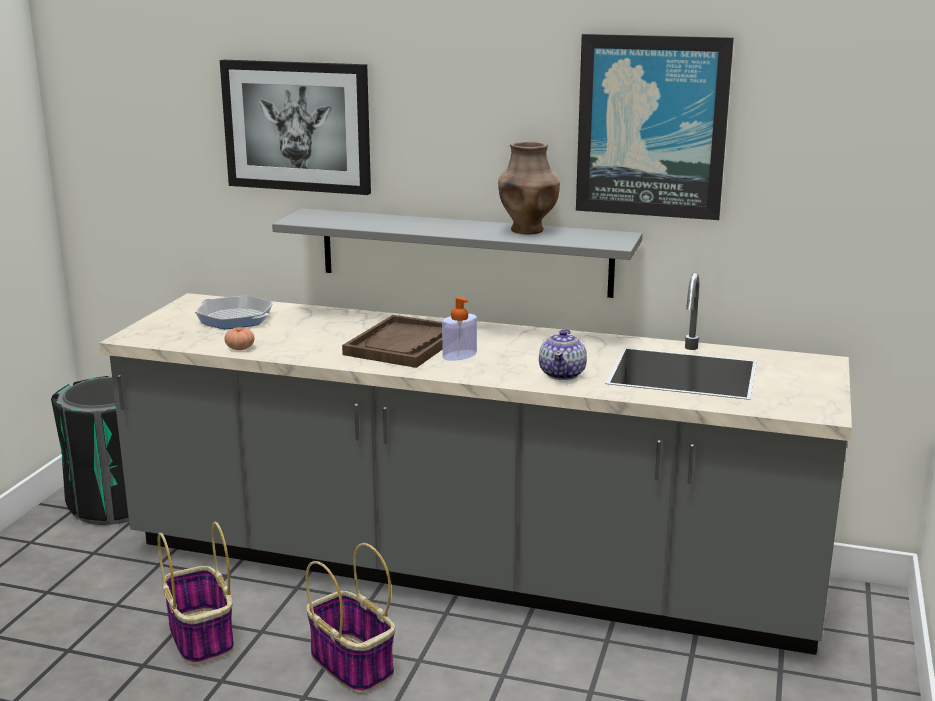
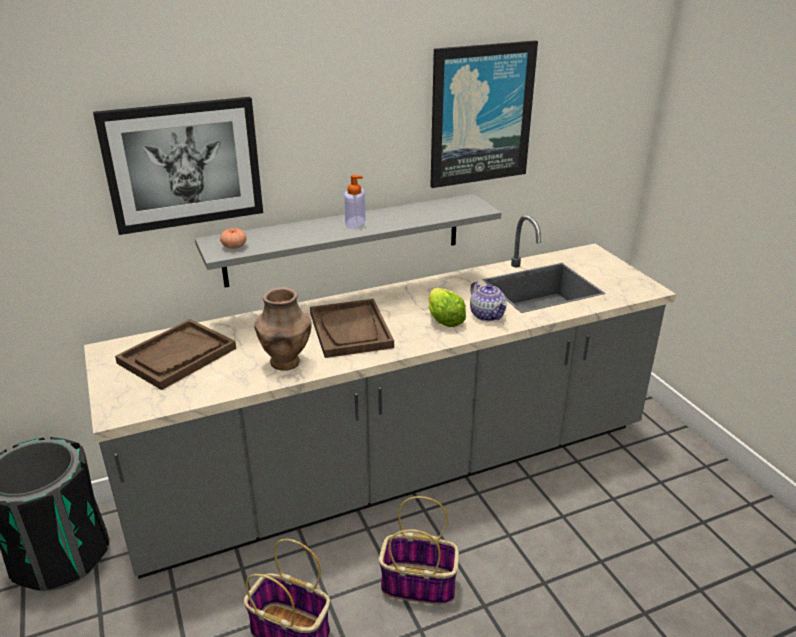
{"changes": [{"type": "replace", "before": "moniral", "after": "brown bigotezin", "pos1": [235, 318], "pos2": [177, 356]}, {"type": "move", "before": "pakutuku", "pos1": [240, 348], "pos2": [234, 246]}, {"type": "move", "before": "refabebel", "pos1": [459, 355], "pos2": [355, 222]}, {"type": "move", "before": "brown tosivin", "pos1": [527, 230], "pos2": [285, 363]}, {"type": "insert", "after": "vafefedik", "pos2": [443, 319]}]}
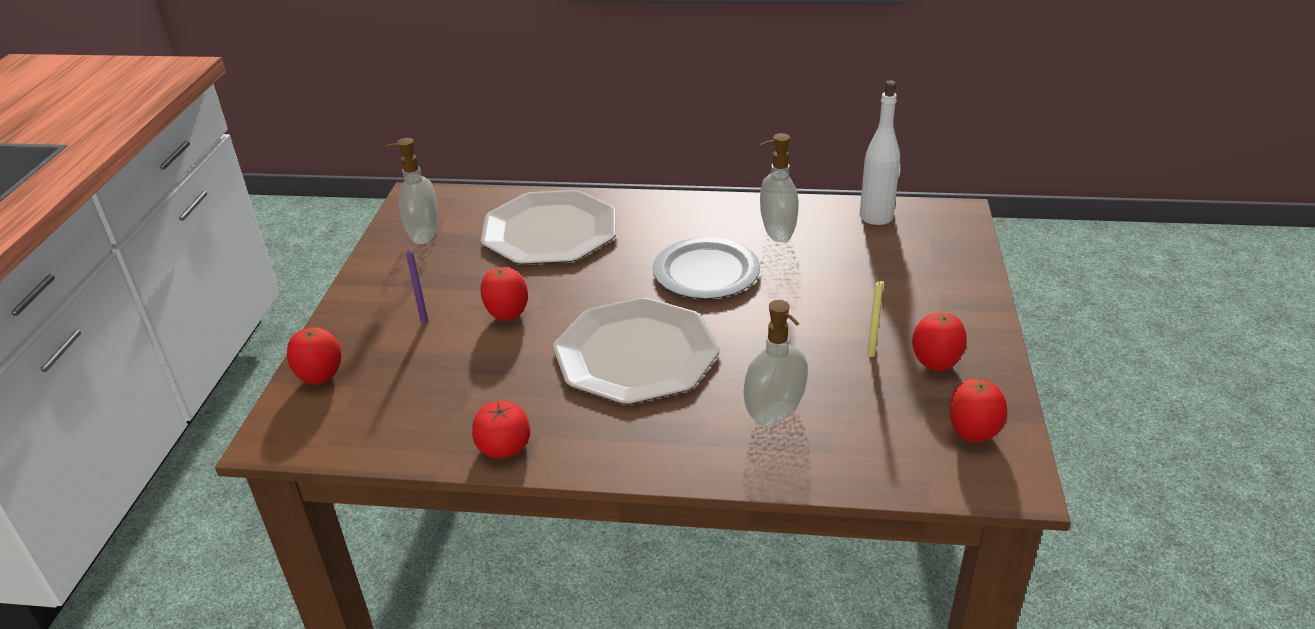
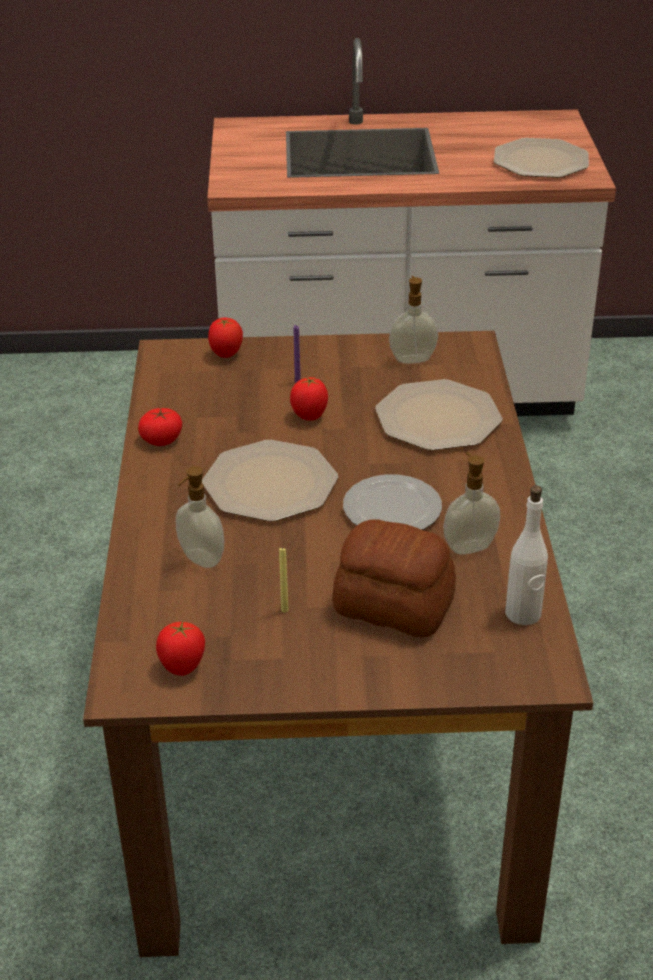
{"changes": [{"type": "delete", "before": "pakutuku", "pos1": [936, 364]}, {"type": "insert", "after": "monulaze", "pos2": [394, 606]}, {"type": "insert", "after": "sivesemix", "pos2": [540, 160]}]}
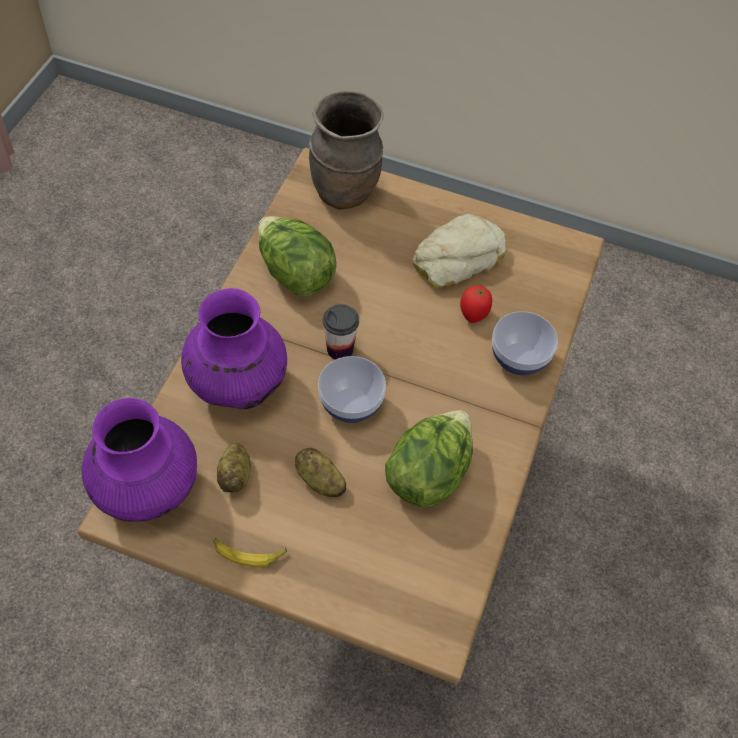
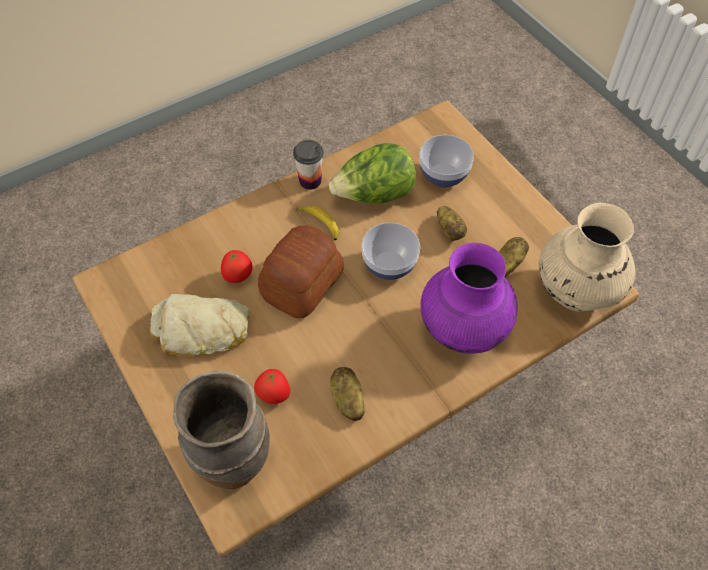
{"changes": [{"type": "recolor", "before": "purple tosivin", "after": "beige tosivin", "pos1": [147, 489], "pos2": [575, 291]}, {"type": "move", "before": "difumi", "pos1": [248, 553], "pos2": [320, 224]}, {"type": "replace", "before": "vafefedik", "after": "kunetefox", "pos1": [295, 274], "pos2": [347, 400]}, {"type": "move", "before": "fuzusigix", "pos1": [340, 349], "pos2": [310, 181]}, {"type": "move", "before": "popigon", "pos1": [519, 359], "pos2": [443, 176]}, {"type": "insert", "after": "pakutuku", "pos2": [273, 395]}, {"type": "insert", "after": "monulaze", "pos2": [301, 285]}]}
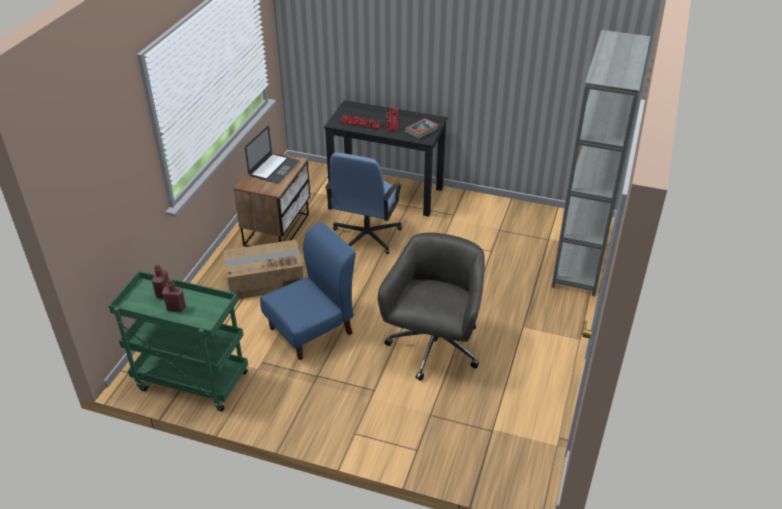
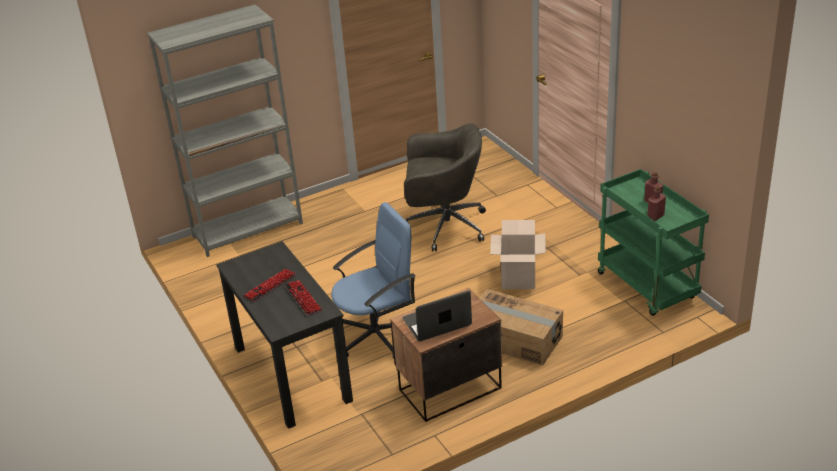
{"changes": [{"type": "replace", "before": "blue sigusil", "after": "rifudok", "pos1": [311, 331], "pos2": [518, 278]}, {"type": "rotate", "before": "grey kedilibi", "pos1": [433, 348], "pos2": [444, 226], "turn": -150}, {"type": "delete", "before": "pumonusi", "pos1": [421, 130]}]}
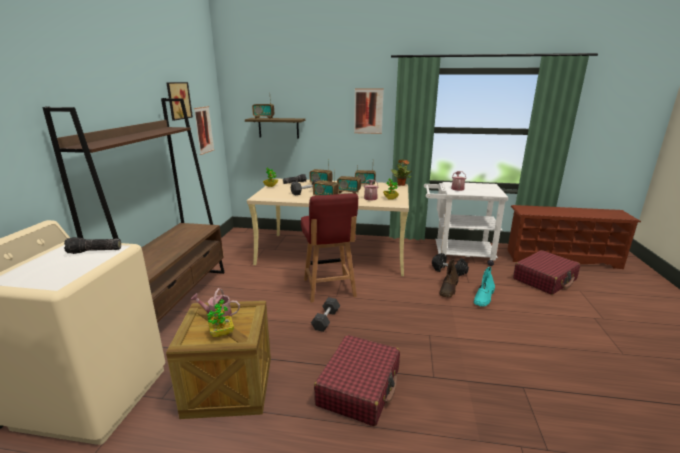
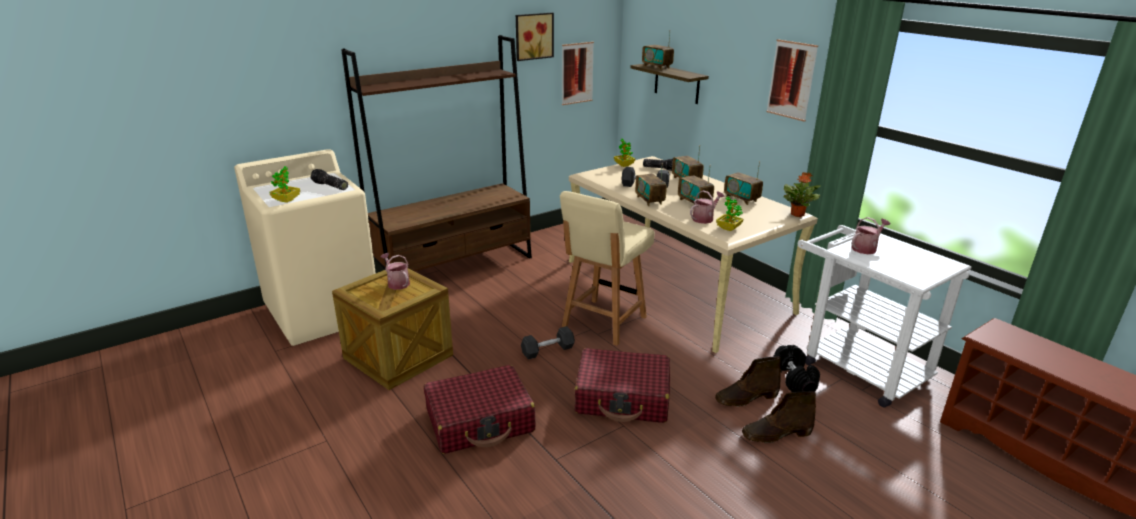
{"changes": [{"type": "move", "before": "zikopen", "pos1": [222, 333], "pos2": [286, 200]}, {"type": "recolor", "before": "red sigusil", "after": "beige sigusil", "pos1": [329, 288], "pos2": [603, 322]}, {"type": "recolor", "before": "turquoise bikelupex", "after": "brown bikelupex", "pos1": [483, 298], "pos2": [776, 434]}, {"type": "move", "before": "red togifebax", "pos1": [544, 279], "pos2": [623, 397]}]}
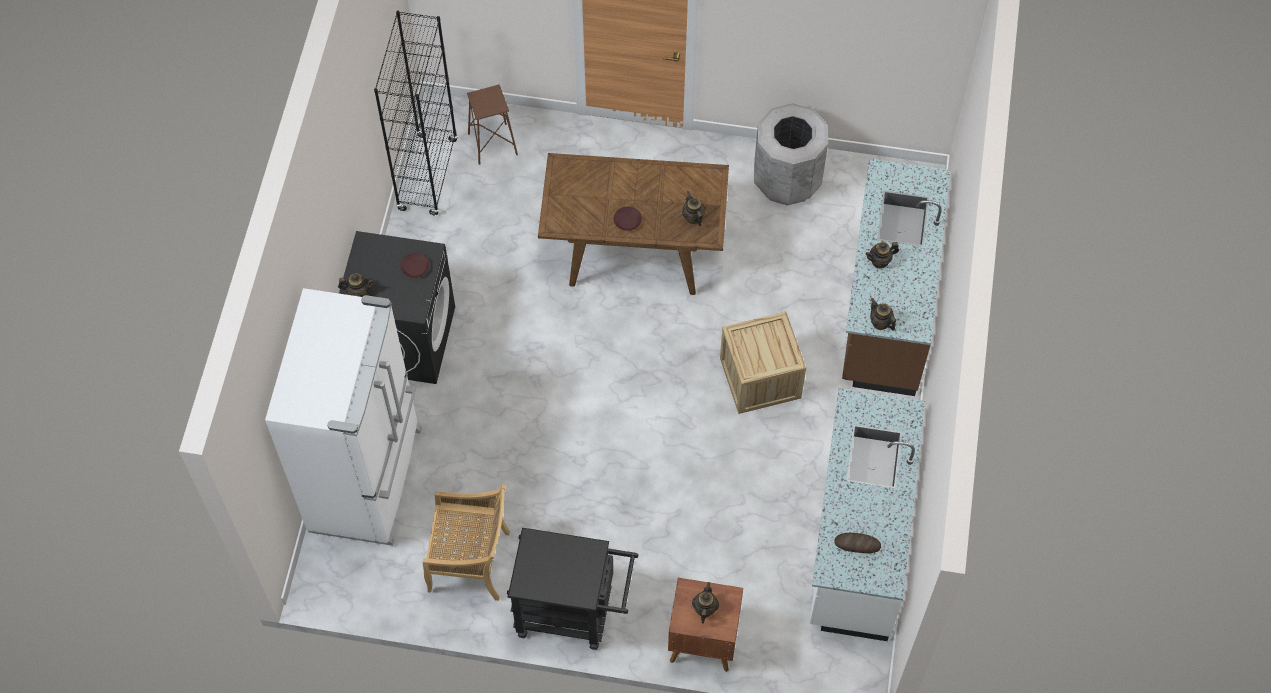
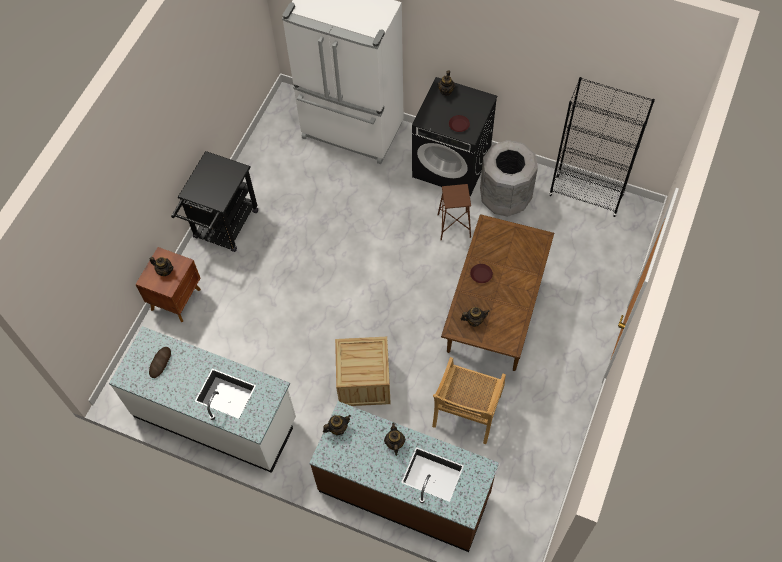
{"changes": [{"type": "move", "before": "beige sigusil", "pos1": [471, 562], "pos2": [466, 412]}, {"type": "move", "before": "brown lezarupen", "pos1": [492, 144], "pos2": [453, 226]}, {"type": "move", "before": "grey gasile", "pos1": [787, 180], "pos2": [504, 198]}]}
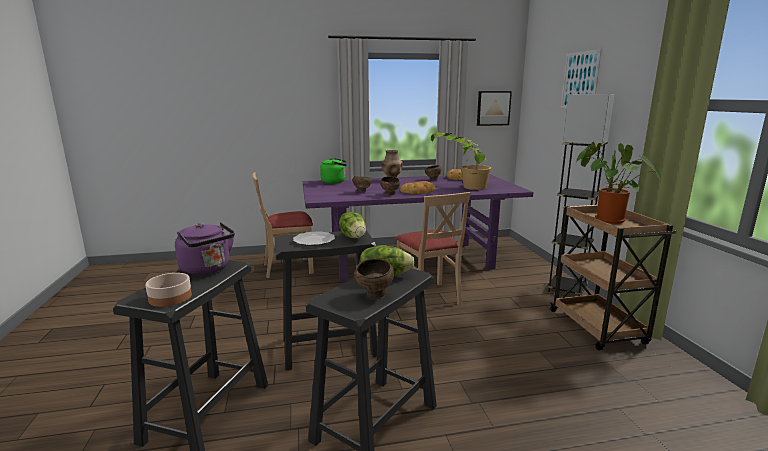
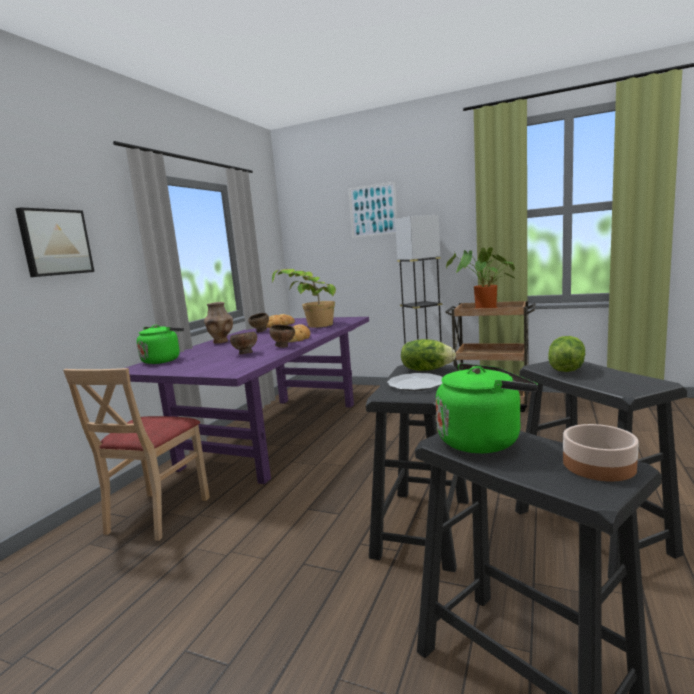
{"changes": [{"type": "recolor", "before": "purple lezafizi", "after": "green lezafizi", "pos1": [207, 269], "pos2": [483, 440]}, {"type": "delete", "before": "brown popigon", "pos1": [375, 295]}, {"type": "delete", "before": "beige sigusil", "pos1": [429, 296]}, {"type": "move", "before": "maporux", "pos1": [493, 108], "pos2": [55, 242]}]}
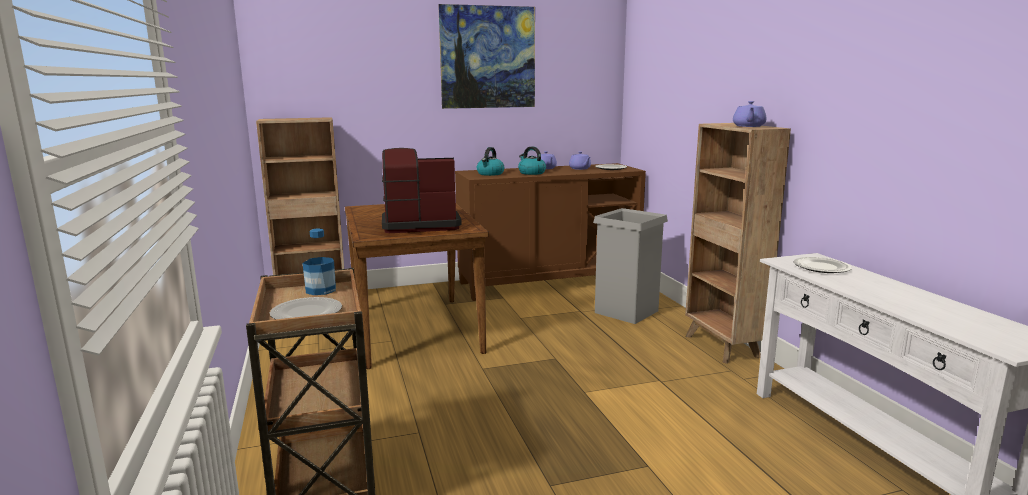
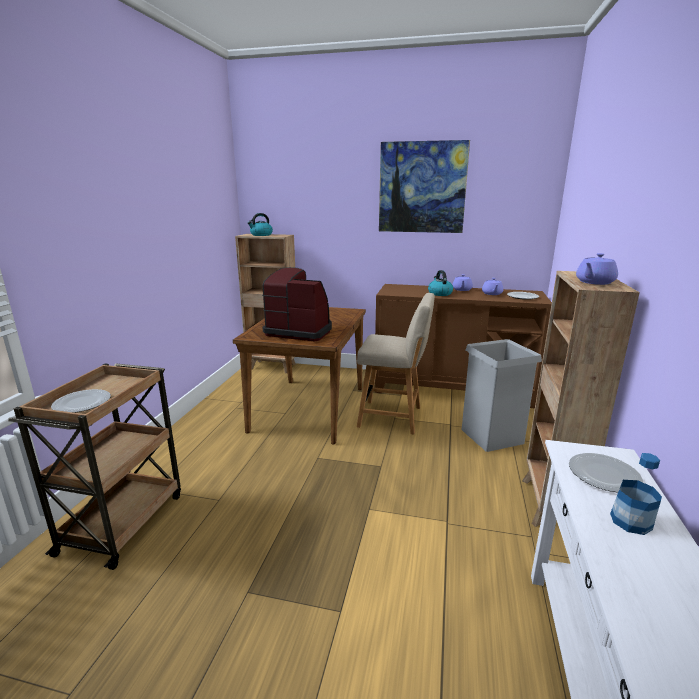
{"changes": [{"type": "move", "before": "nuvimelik", "pos1": [321, 290], "pos2": [630, 521]}, {"type": "move", "before": "lezafizi", "pos1": [490, 174], "pos2": [261, 235]}, {"type": "insert", "after": "beige sigusil", "pos2": [393, 417]}]}
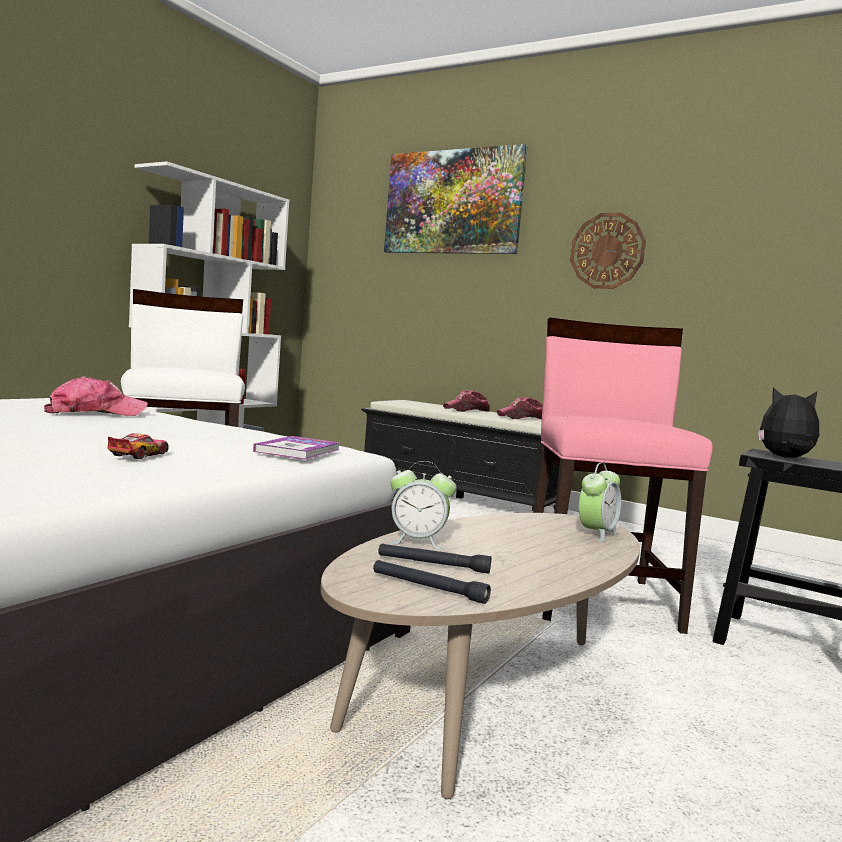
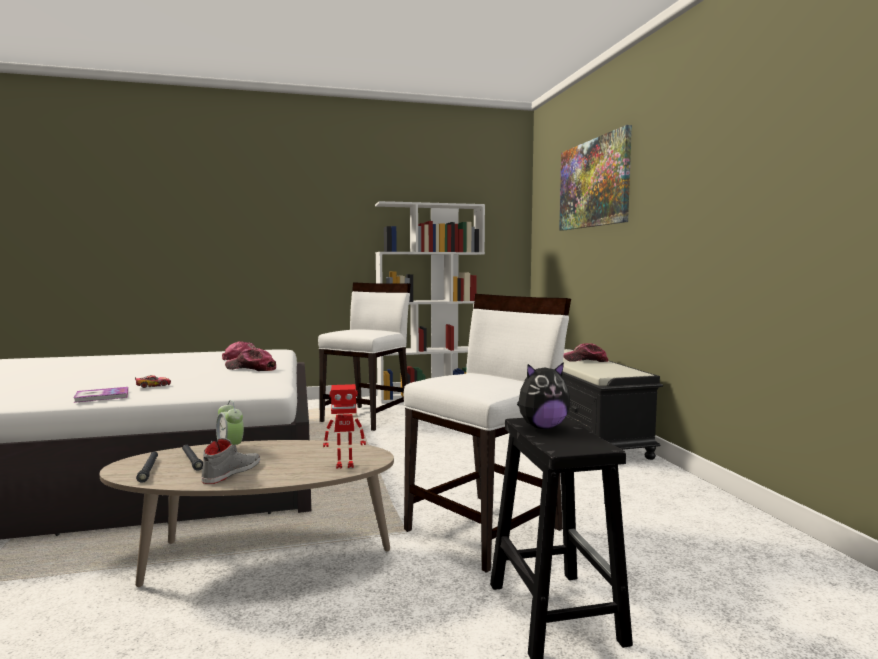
{"changes": [{"type": "move", "before": "pumonusi", "pos1": [298, 450], "pos2": [102, 396]}, {"type": "move", "before": "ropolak", "pos1": [522, 418], "pos2": [251, 368]}, {"type": "recolor", "before": "pink sigusil", "after": "white sigusil", "pos1": [599, 599], "pos2": [485, 529]}, {"type": "delete", "before": "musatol", "pos1": [607, 251]}, {"type": "replace", "before": "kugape", "after": "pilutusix", "pos1": [597, 534], "pos2": [345, 465]}, {"type": "rotate", "before": "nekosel", "pos1": [786, 458], "pos2": [542, 427], "turn": 105}, {"type": "insert", "after": "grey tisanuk", "pos2": [231, 472]}]}
